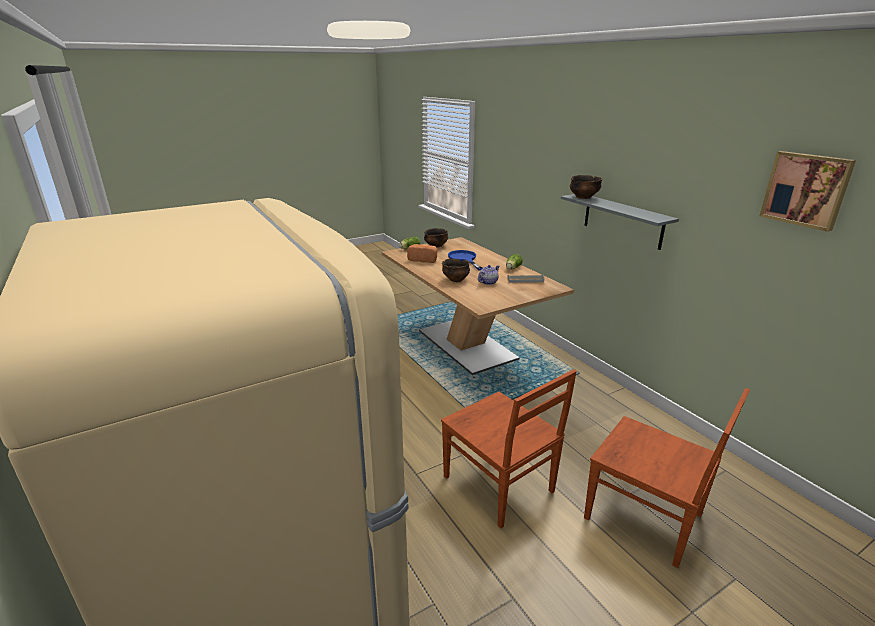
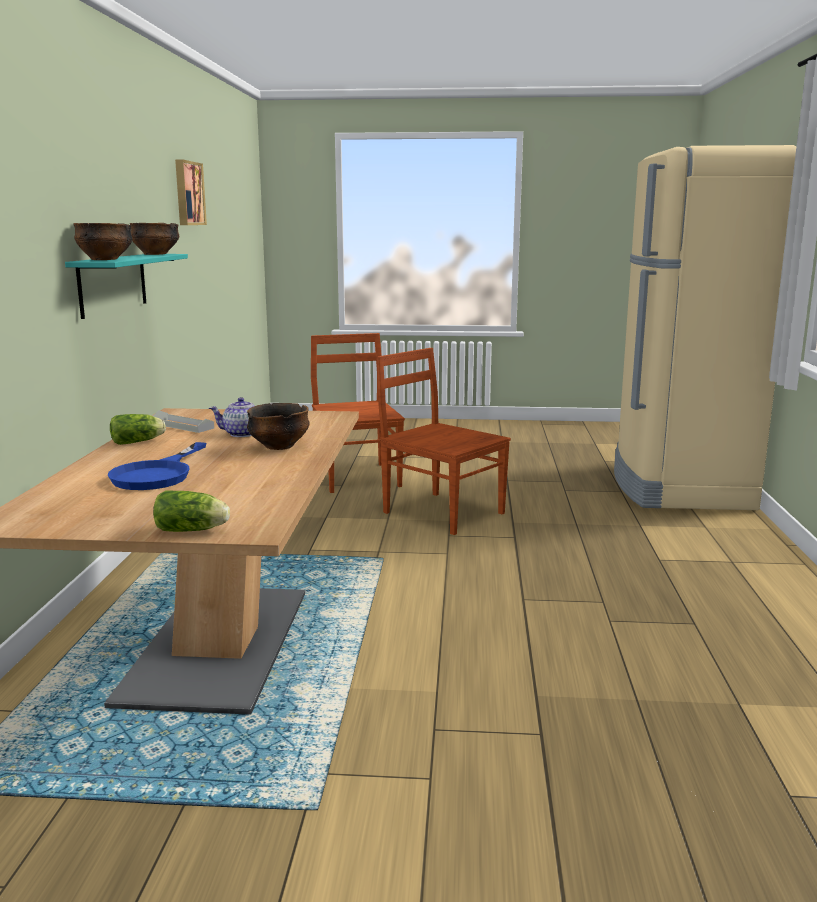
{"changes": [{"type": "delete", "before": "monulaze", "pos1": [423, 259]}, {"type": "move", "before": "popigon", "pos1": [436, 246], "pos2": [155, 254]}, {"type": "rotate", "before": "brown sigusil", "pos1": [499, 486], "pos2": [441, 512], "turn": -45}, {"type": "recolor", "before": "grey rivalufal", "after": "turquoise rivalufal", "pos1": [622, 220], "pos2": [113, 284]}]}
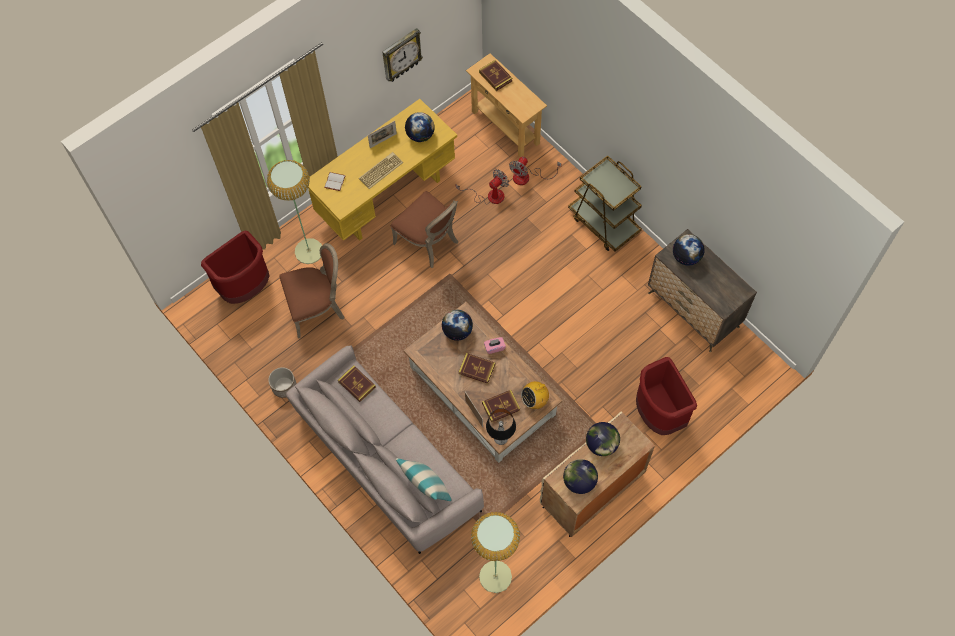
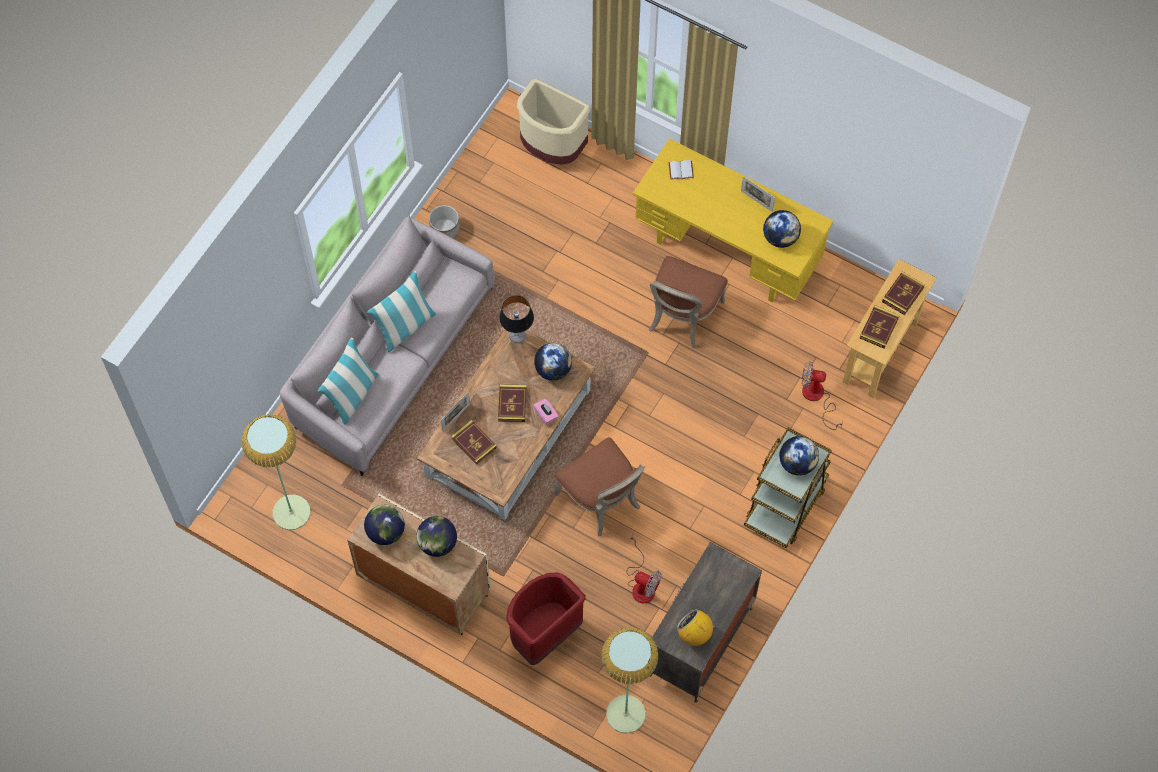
{"changes": [{"type": "recolor", "before": "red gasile", "after": "beige gasile", "pos1": [246, 287], "pos2": [552, 149]}, {"type": "move", "before": "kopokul", "pos1": [309, 251], "pos2": [625, 714]}, {"type": "move", "before": "brown sigusil", "pos1": [317, 308], "pos2": [602, 501]}, {"type": "move", "before": "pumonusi", "pos1": [357, 384], "pos2": [879, 328]}, {"type": "delete", "before": "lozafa", "pos1": [380, 170]}, {"type": "delete", "before": "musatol", "pos1": [401, 55]}, {"type": "move", "before": "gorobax", "pos1": [489, 196], "pos2": [641, 584]}, {"type": "move", "before": "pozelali", "pos1": [500, 438], "pos2": [517, 336]}, {"type": "move", "before": "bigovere", "pos1": [534, 400], "pos2": [694, 634]}, {"type": "move", "before": "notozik", "pos1": [686, 257], "pos2": [797, 463]}, {"type": "insert", "after": "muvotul", "pos2": [405, 327]}]}
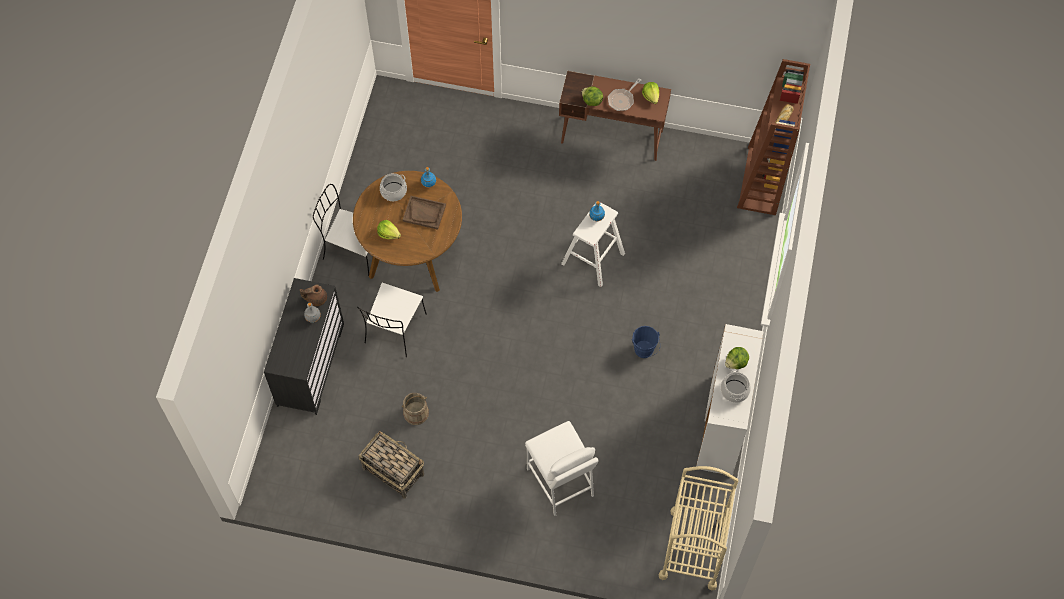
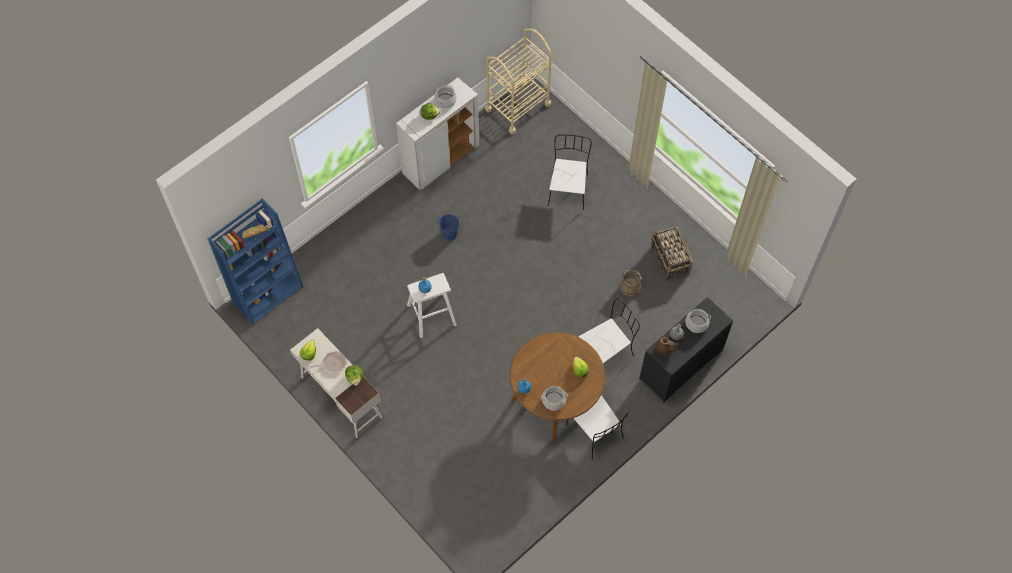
{"changes": [{"type": "delete", "before": "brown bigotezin", "pos1": [424, 213]}, {"type": "replace", "before": "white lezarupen", "after": "white sigusil", "pos1": [560, 482], "pos2": [568, 189]}, {"type": "recolor", "before": "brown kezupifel", "after": "white kezupifel", "pos1": [612, 137], "pos2": [341, 397]}, {"type": "recolor", "before": "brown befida", "after": "blue befida", "pos1": [762, 181], "pos2": [268, 294]}, {"type": "insert", "after": "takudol", "pos2": [696, 324]}]}
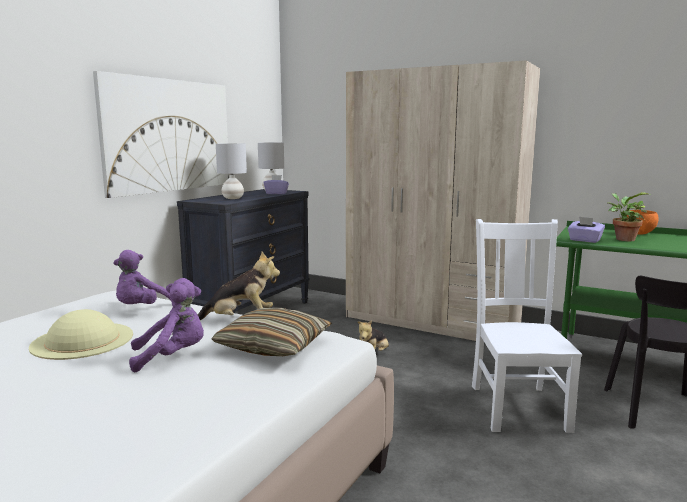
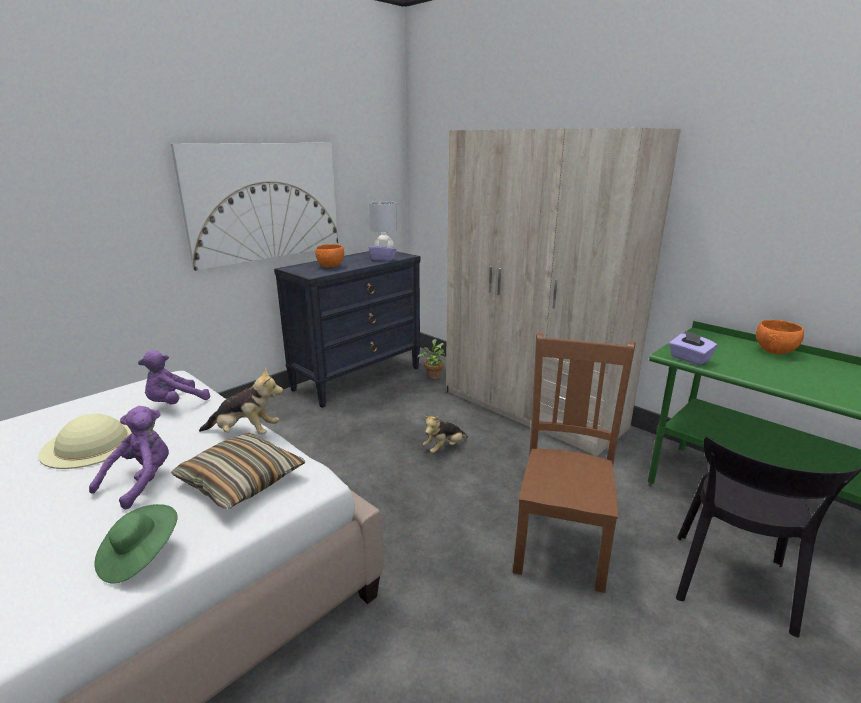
{"changes": [{"type": "rotate", "before": "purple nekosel", "pos1": [172, 357], "pos2": [141, 481], "turn": -60}, {"type": "replace", "before": "grey pozelali", "after": "orange popigon", "pos1": [233, 198], "pos2": [331, 266]}, {"type": "recolor", "before": "white sigusil", "after": "brown sigusil", "pos1": [517, 405], "pos2": [561, 542]}, {"type": "move", "before": "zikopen", "pos1": [622, 239], "pos2": [433, 375]}, {"type": "insert", "after": "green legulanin", "pos2": [139, 557]}]}
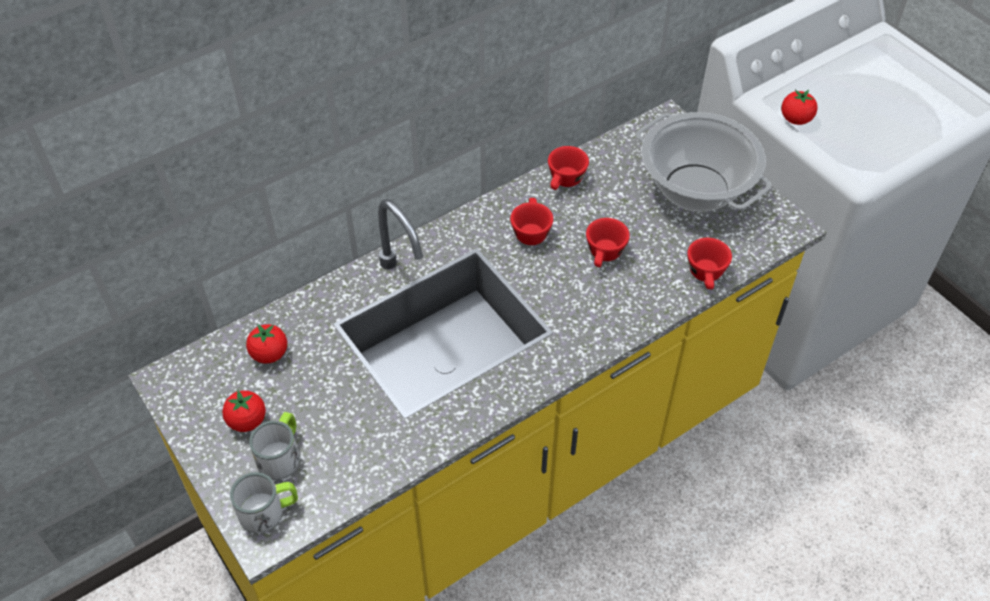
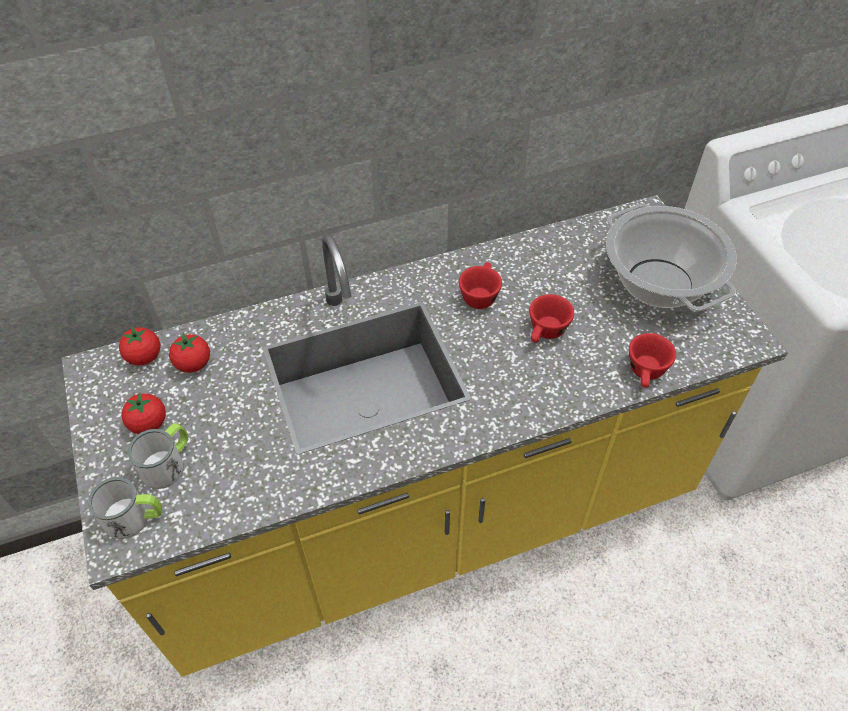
{"changes": [{"type": "delete", "before": "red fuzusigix", "pos1": [564, 182]}, {"type": "move", "before": "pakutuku", "pos1": [795, 119], "pos2": [144, 357]}]}
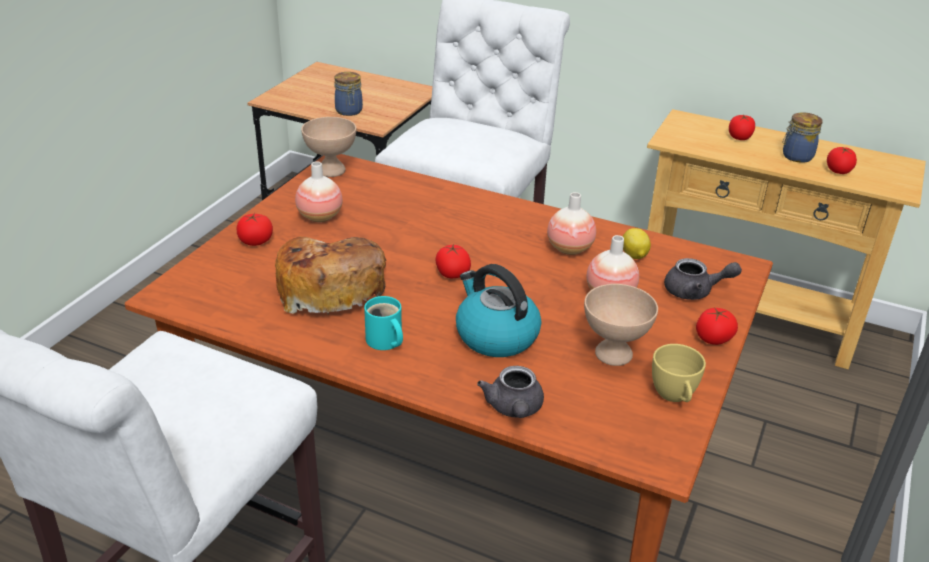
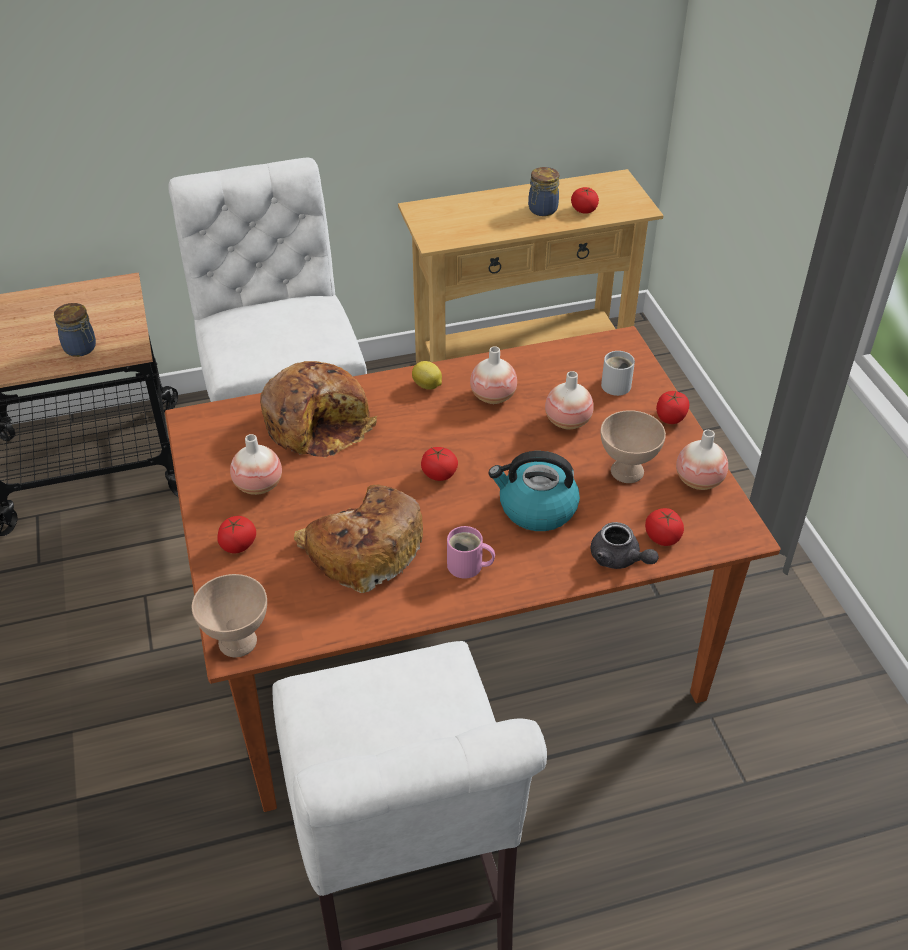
{"changes": [{"type": "move", "before": "beige popigon", "pos1": [330, 170], "pos2": [237, 643]}, {"type": "recolor", "before": "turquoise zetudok", "after": "pink zetudok", "pos1": [384, 341], "pos2": [468, 567]}, {"type": "move", "before": "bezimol", "pos1": [634, 256], "pos2": [427, 386]}, {"type": "replace", "before": "yellow fuzusigix", "after": "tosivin", "pos1": [674, 397], "pos2": [698, 481]}, {"type": "replace", "before": "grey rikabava", "after": "white zetudok", "pos1": [695, 291], "pos2": [617, 384]}, {"type": "move", "before": "pakutuku", "pos1": [739, 137], "pos2": [662, 537]}, {"type": "insert", "after": "monulaze", "pos2": [318, 422]}]}
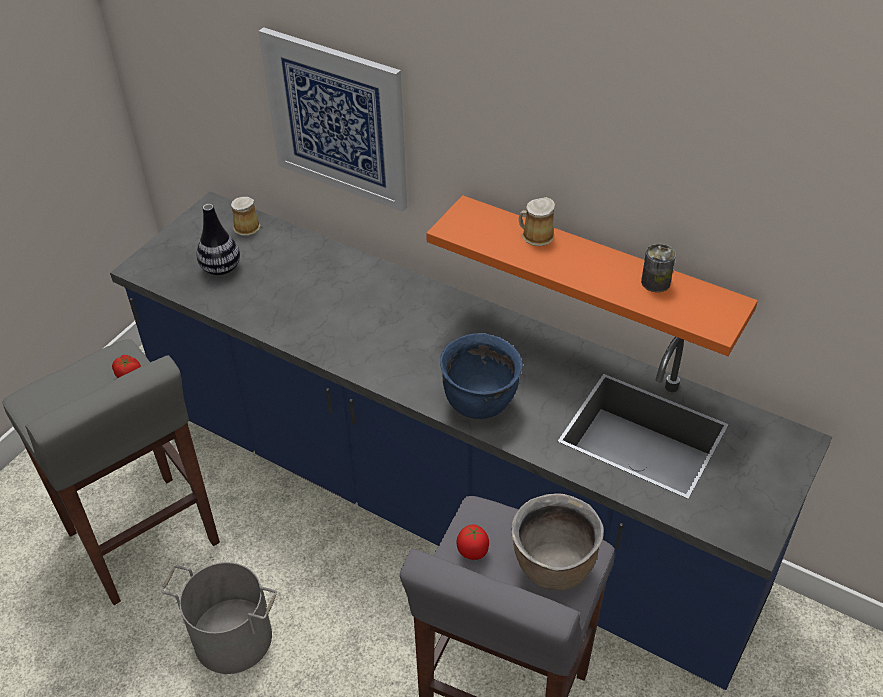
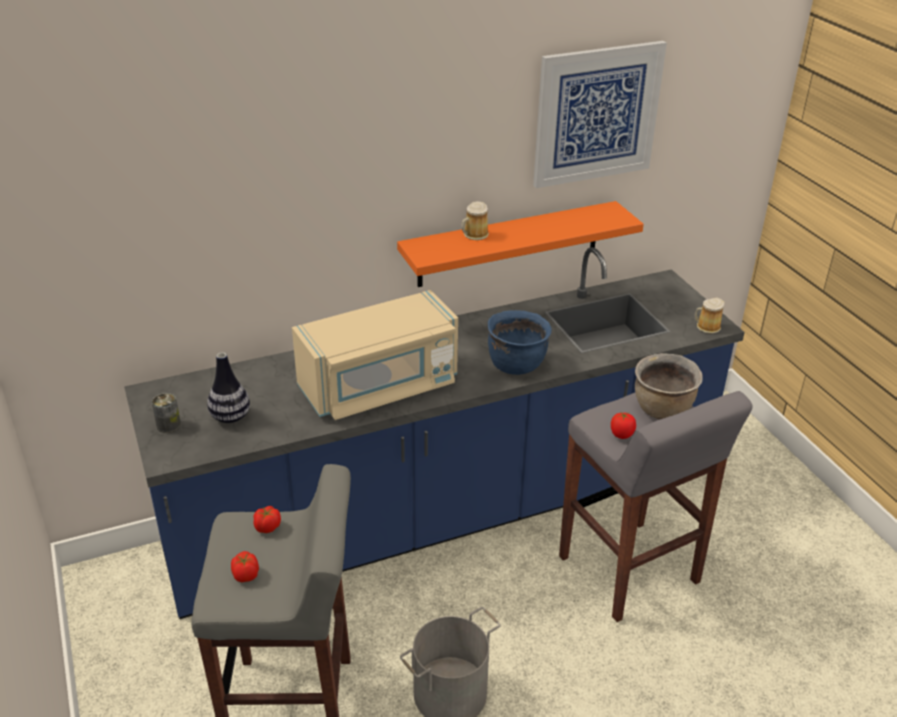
{"changes": [{"type": "move", "before": "zetudok", "pos1": [246, 226], "pos2": [706, 327]}, {"type": "move", "before": "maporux", "pos1": [337, 119], "pos2": [597, 114]}, {"type": "move", "before": "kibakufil", "pos1": [655, 282], "pos2": [168, 425]}, {"type": "insert", "after": "pakutuku", "pos2": [245, 575]}, {"type": "insert", "after": "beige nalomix", "pos2": [379, 387]}]}
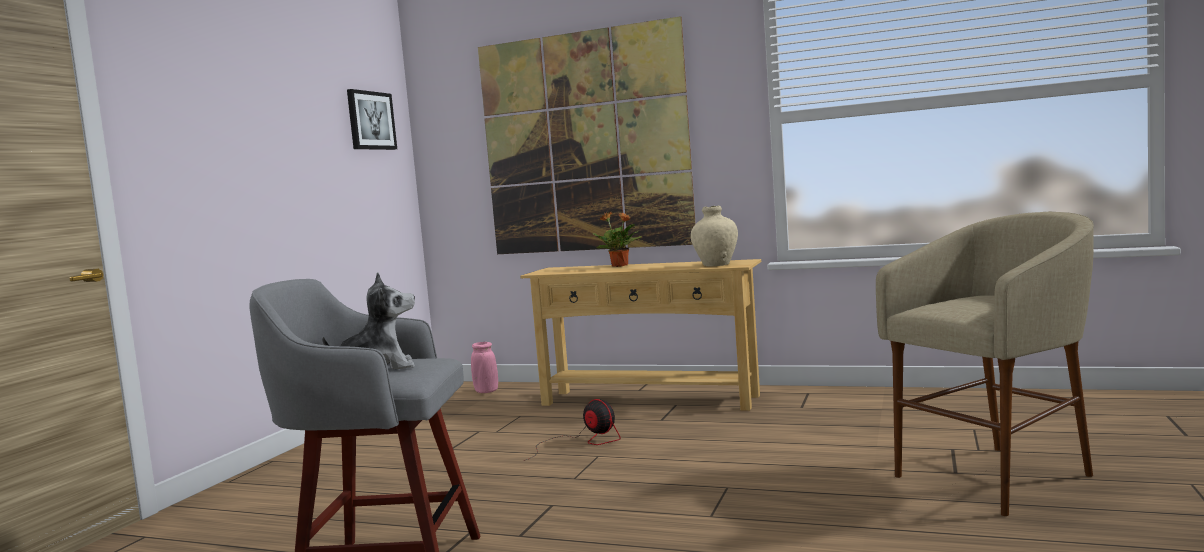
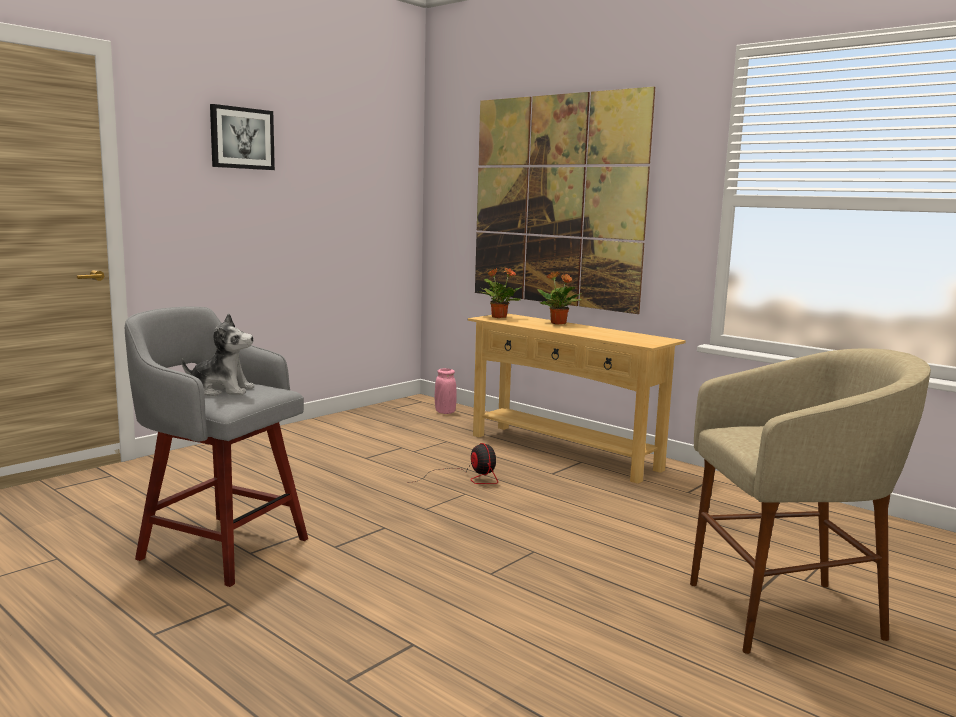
{"changes": [{"type": "move", "before": "maporux", "pos1": [370, 120], "pos2": [241, 138]}, {"type": "delete", "before": "beige tosivin", "pos1": [716, 265]}, {"type": "insert", "after": "zikopen", "pos2": [498, 317]}]}
